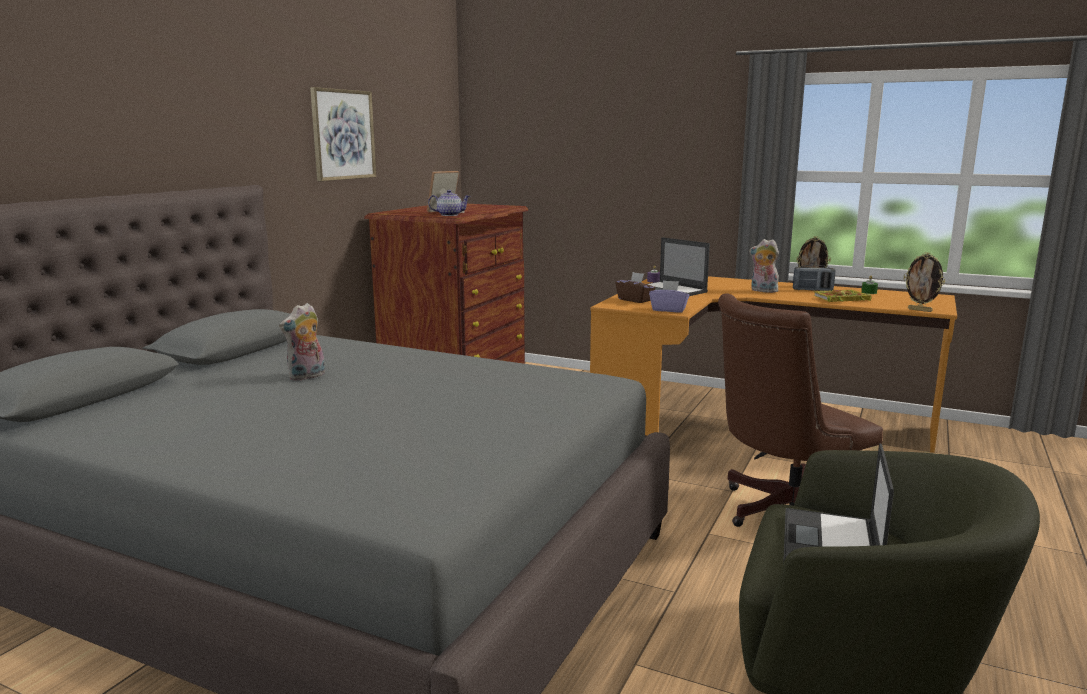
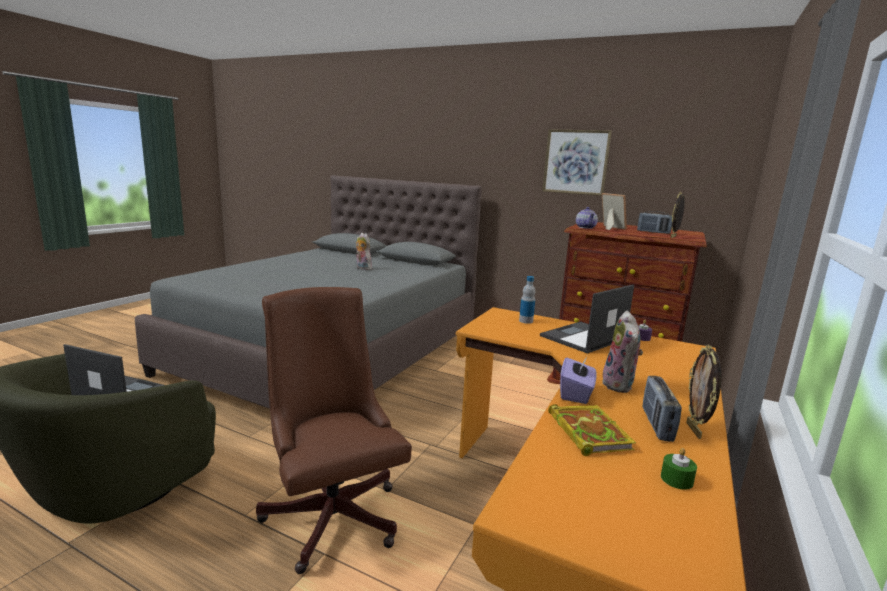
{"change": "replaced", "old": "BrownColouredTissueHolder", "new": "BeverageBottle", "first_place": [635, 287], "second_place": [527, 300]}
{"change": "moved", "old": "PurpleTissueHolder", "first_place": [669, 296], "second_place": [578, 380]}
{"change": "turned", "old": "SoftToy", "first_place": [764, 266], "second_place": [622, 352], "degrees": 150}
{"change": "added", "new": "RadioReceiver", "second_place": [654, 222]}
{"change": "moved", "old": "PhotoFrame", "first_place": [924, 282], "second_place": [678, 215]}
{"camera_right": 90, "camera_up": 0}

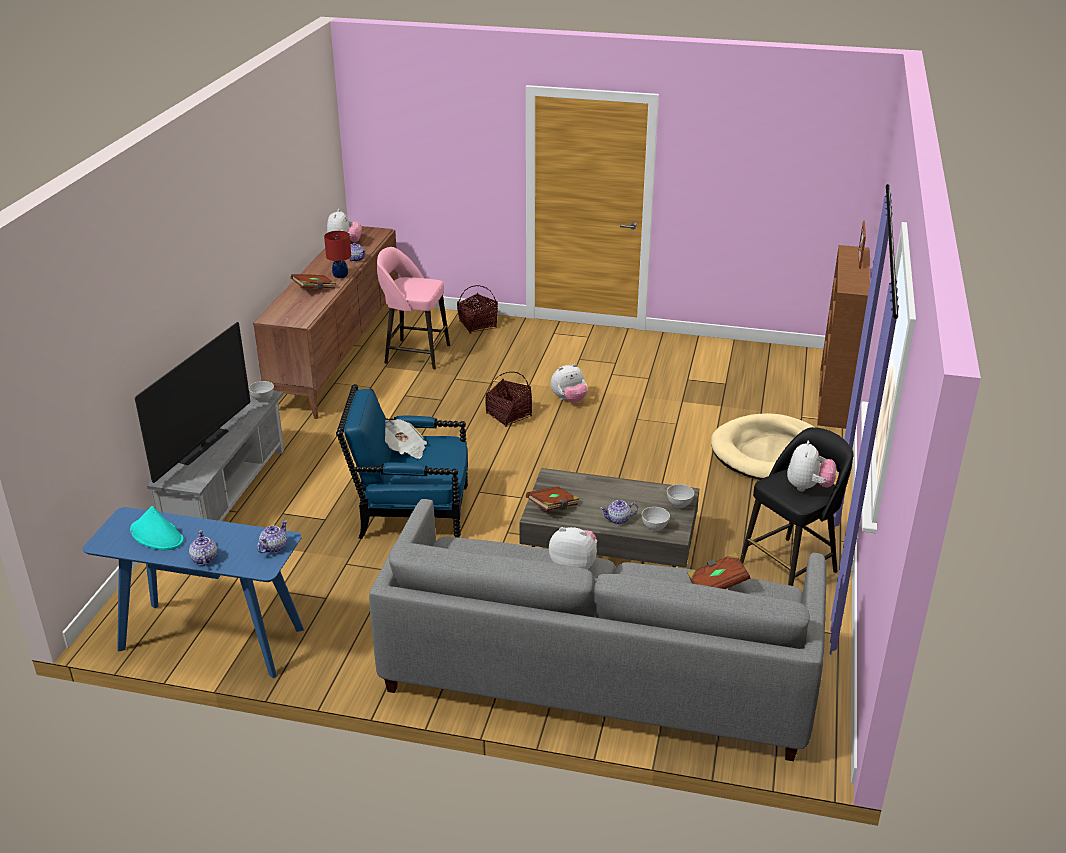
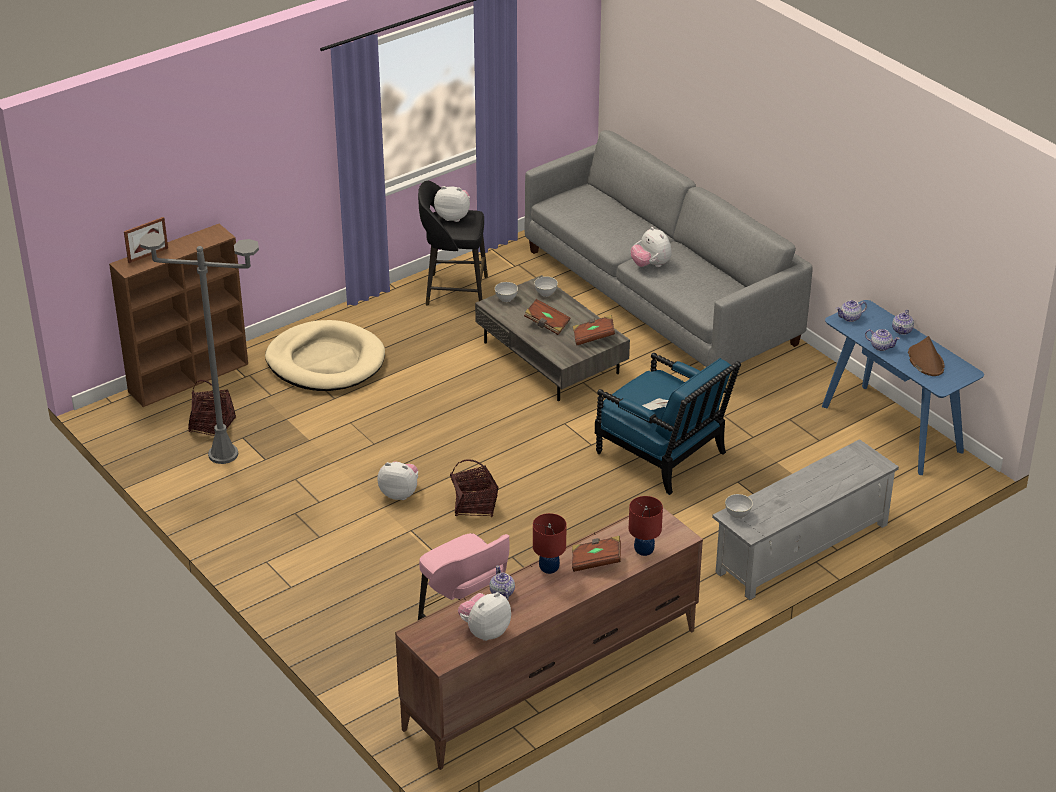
{"change": "added", "new": "GrayStandingLamp", "second_place": [199, 348]}
{"change": "moved", "old": "StorageBasket", "first_place": [477, 309], "second_place": [212, 408]}
{"change": "turned", "old": "SoftToy", "first_place": [811, 466], "second_place": [452, 204], "degrees": 45}
{"change": "moved", "old": "BrownColouredBoundBook", "first_place": [718, 570], "second_place": [547, 317]}
{"change": "added", "new": "RedColouredTabletopLamp", "second_place": [646, 526]}
{"change": "moved", "old": "Teapot", "first_place": [619, 512], "second_place": [882, 340]}
{"change": "recoloured", "old": "BlueGreenClothingHat", "new": "BrownColouredClothingHat", "first_place": [157, 528], "second_place": [926, 356]}
{"change": "removed", "old": "TvSet", "first_place": [192, 402]}
{"camera_right": -140, "camera_up": 5}

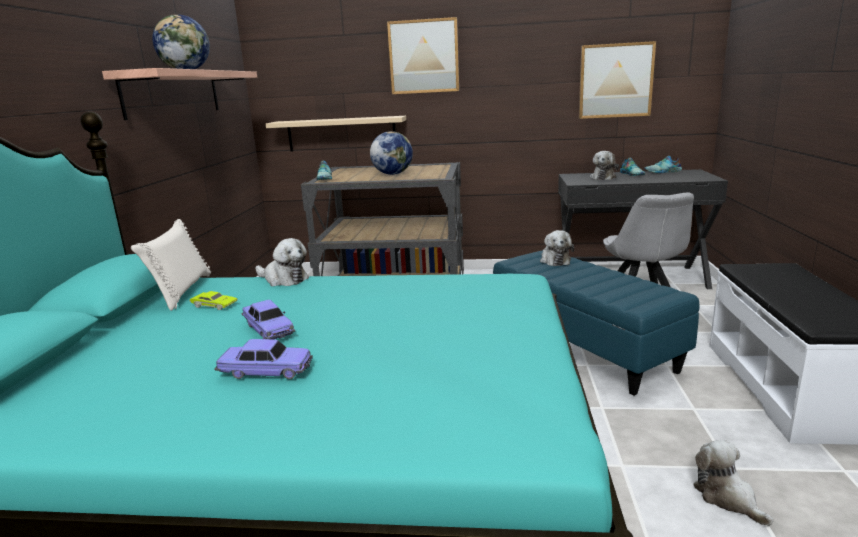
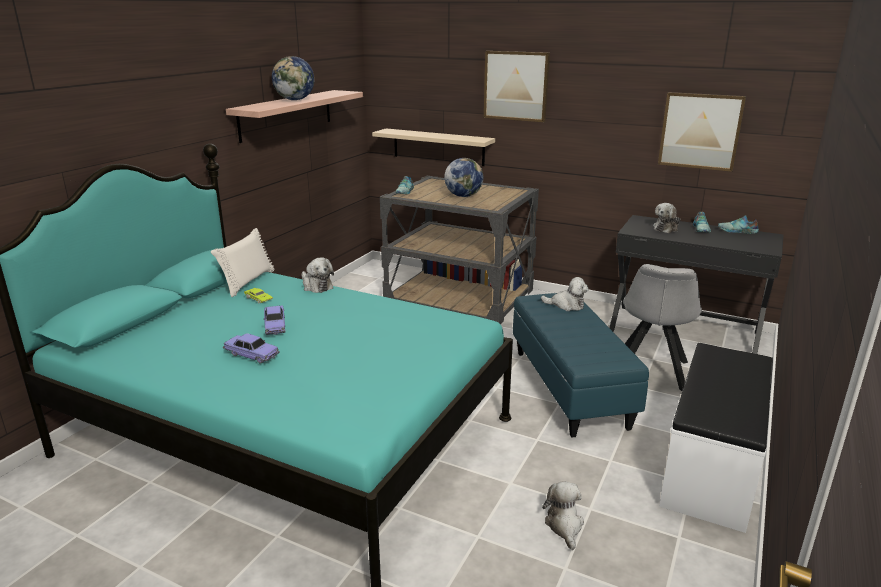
{"change": "turned", "old": "SoftToy", "first_place": [557, 248], "second_place": [565, 294], "degrees": -90}
{"camera_right": 20, "camera_up": 5}

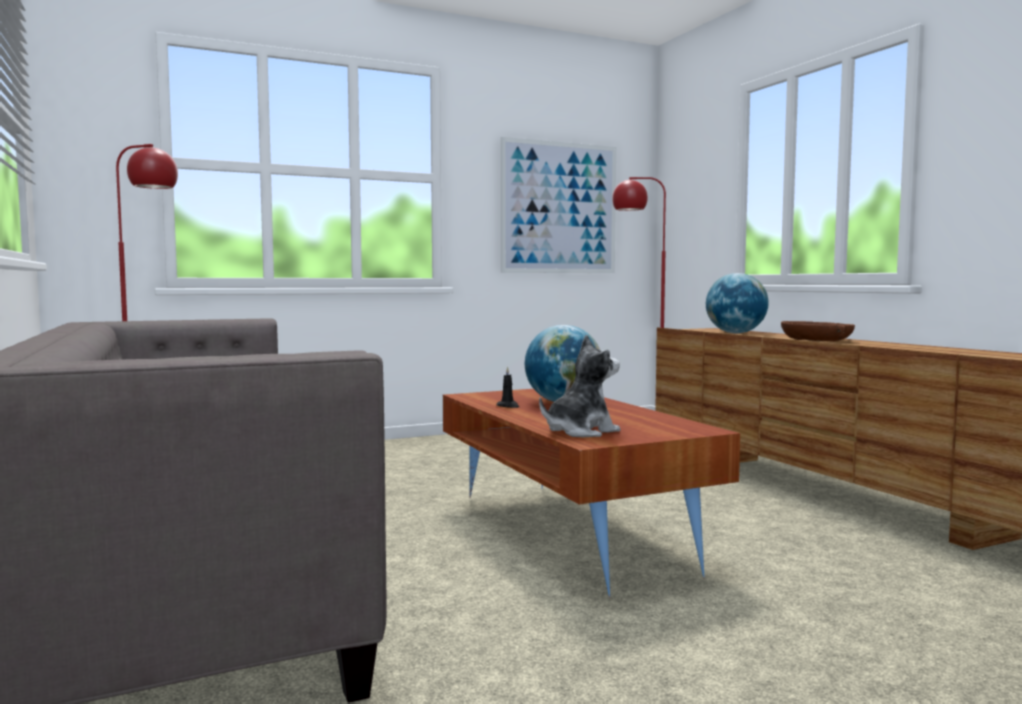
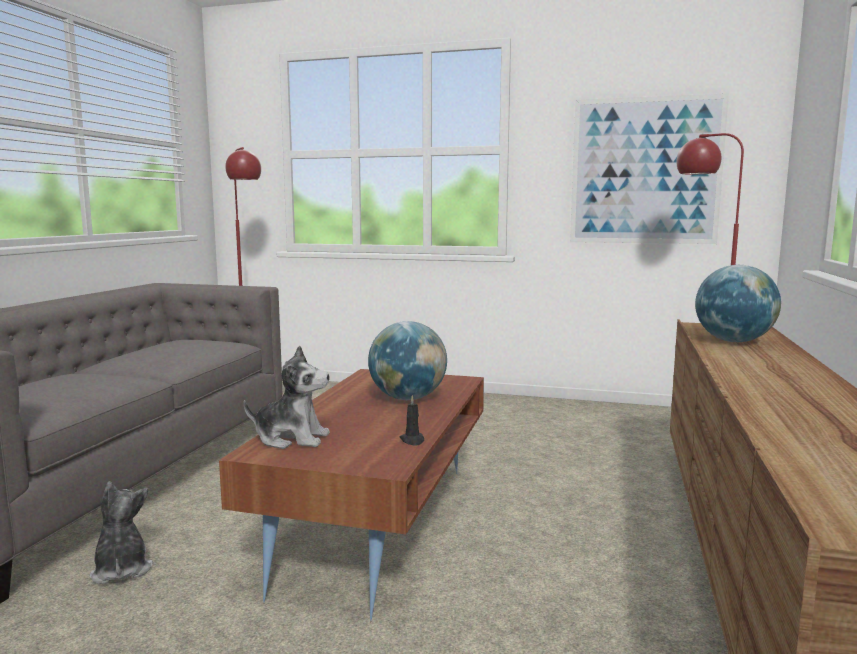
{"change": "added", "new": "SoftToy", "second_place": [121, 533]}
{"change": "moved", "old": "BlackWaxCandle", "first_place": [508, 387], "second_place": [412, 420]}
{"change": "removed", "old": "BrownColouredBowl", "first_place": [818, 331]}
{"camera_right": 40, "camera_up": 5}

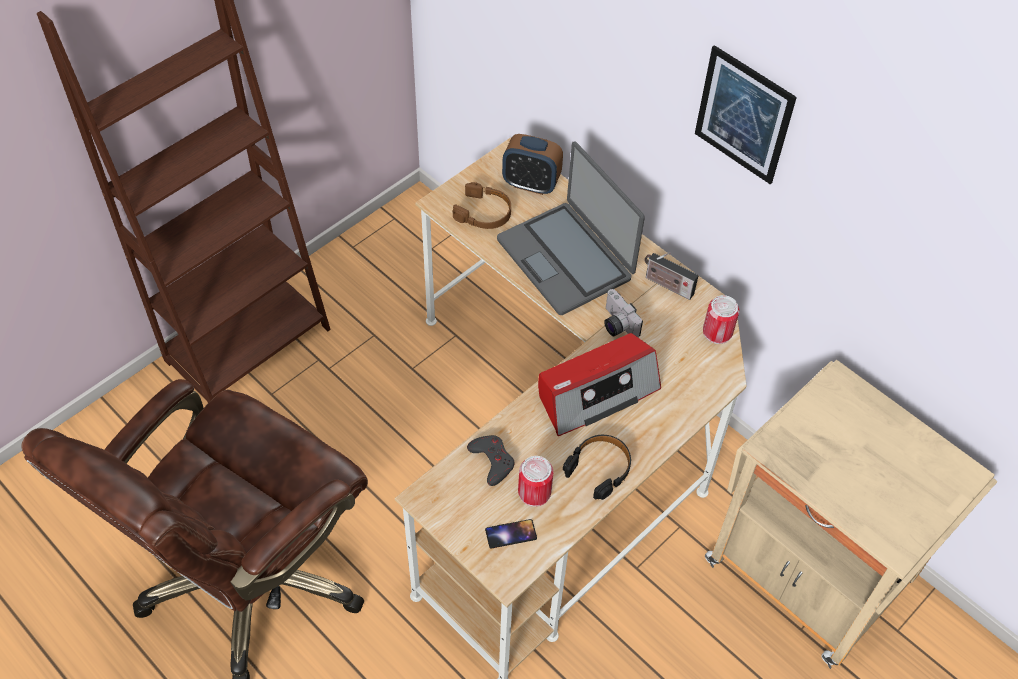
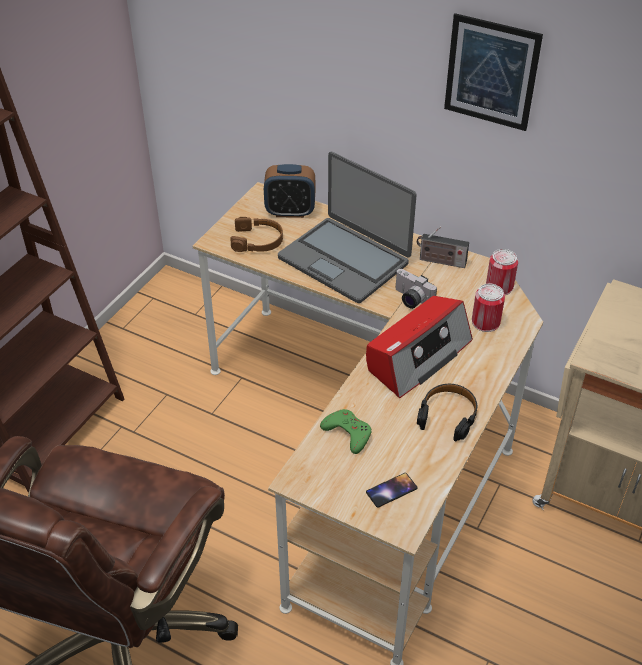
{"change": "recoloured", "old": "GrayJoypad", "new": "GreenishJoypad", "first_place": [491, 460], "second_place": [345, 431]}
{"change": "moved", "old": "Can", "first_place": [535, 481], "second_place": [488, 308]}
{"camera_right": -15, "camera_up": -10}

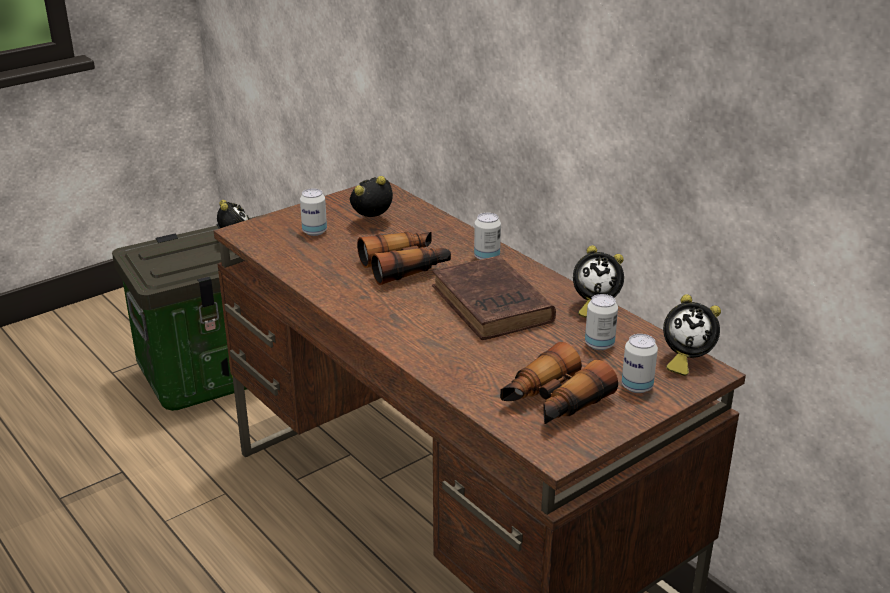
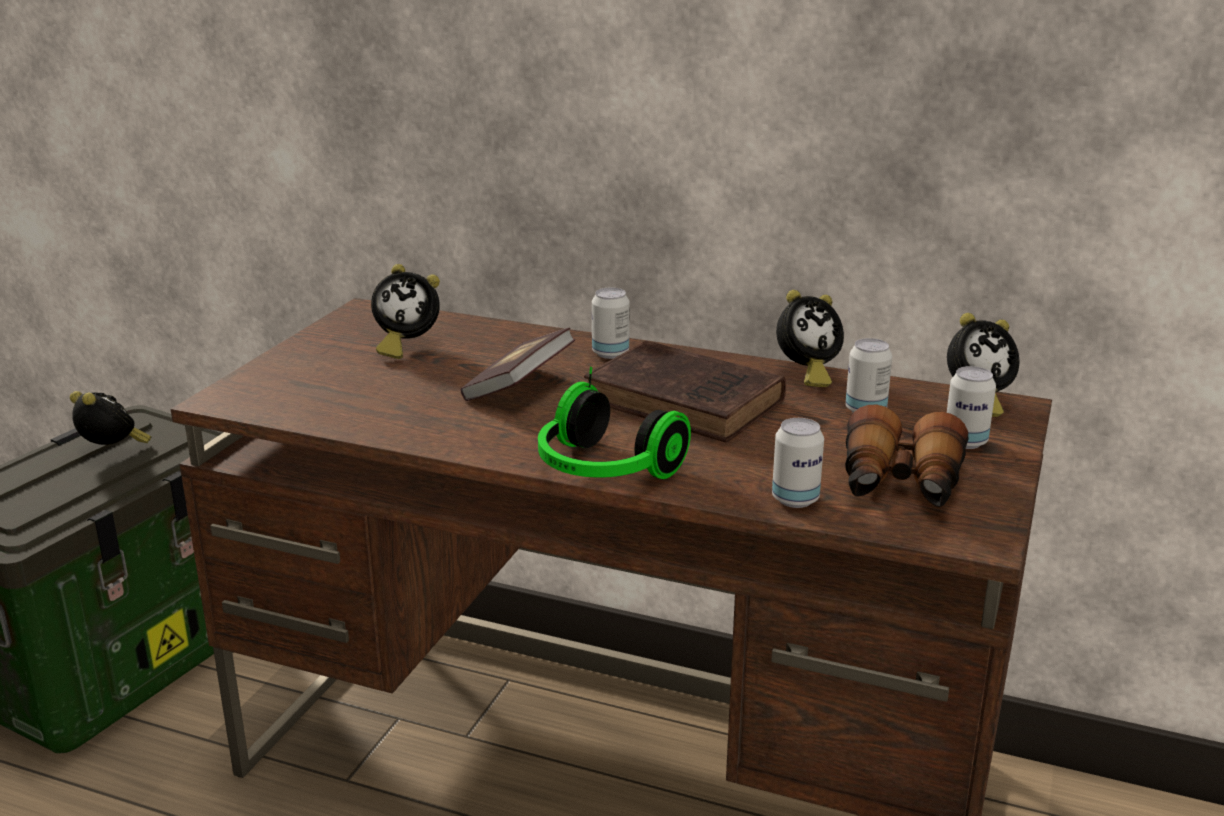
{"change": "turned", "old": "BedsideClock", "first_place": [371, 196], "second_place": [405, 311], "degrees": -120}
{"change": "replaced", "old": "PairOfBinoculars", "new": "BoundBook", "first_place": [404, 258], "second_place": [518, 364]}
{"change": "added", "new": "Headphones", "second_place": [614, 423]}
{"change": "moved", "old": "Can", "first_place": [313, 212], "second_place": [798, 463]}
{"camera_right": -30, "camera_up": -5}

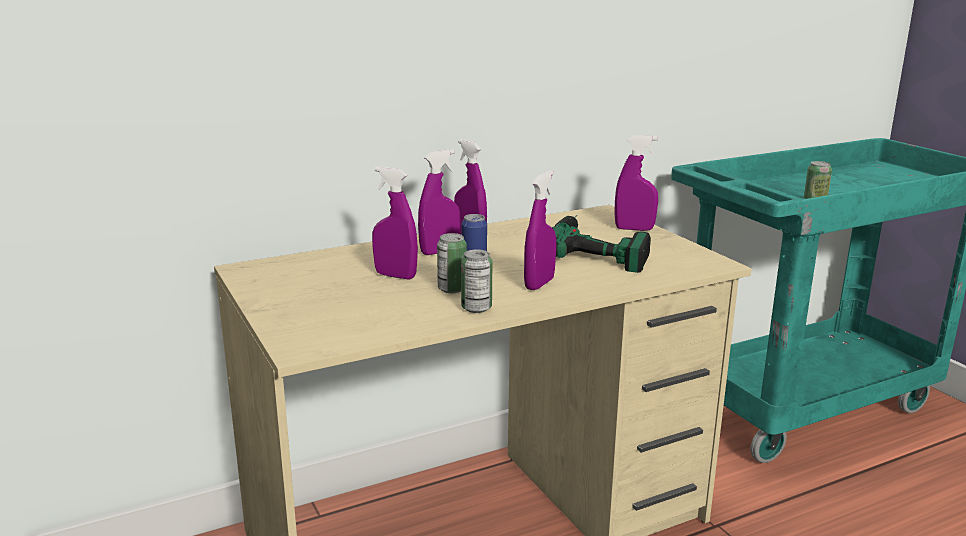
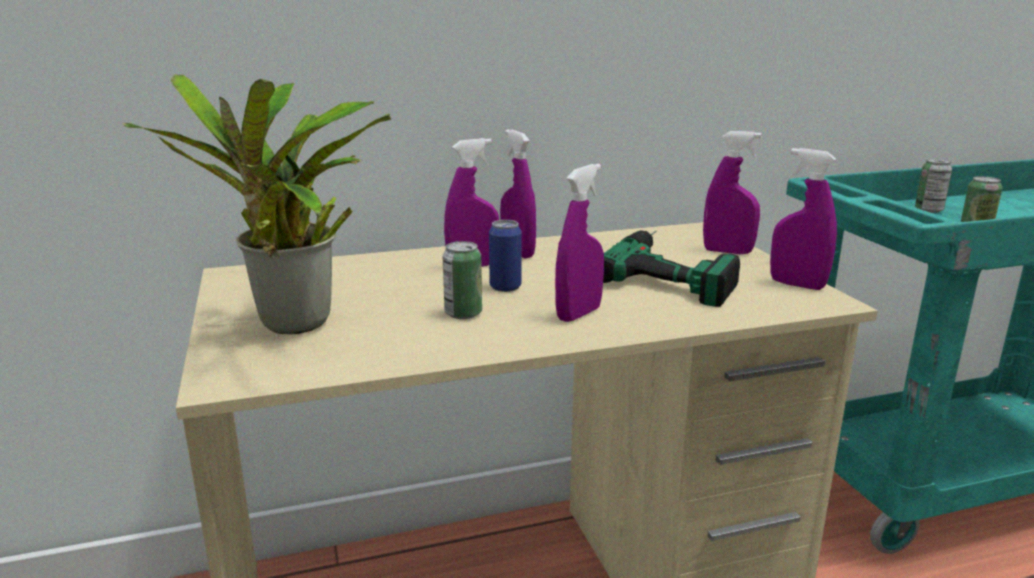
{"change": "added", "new": "Houseplant", "second_place": [257, 204]}
{"change": "moved", "old": "PurpleSprayBottle", "first_place": [395, 223], "second_place": [803, 219]}
{"change": "moved", "old": "Can", "first_place": [476, 281], "second_place": [933, 186]}
{"camera_right": 10, "camera_up": 0}

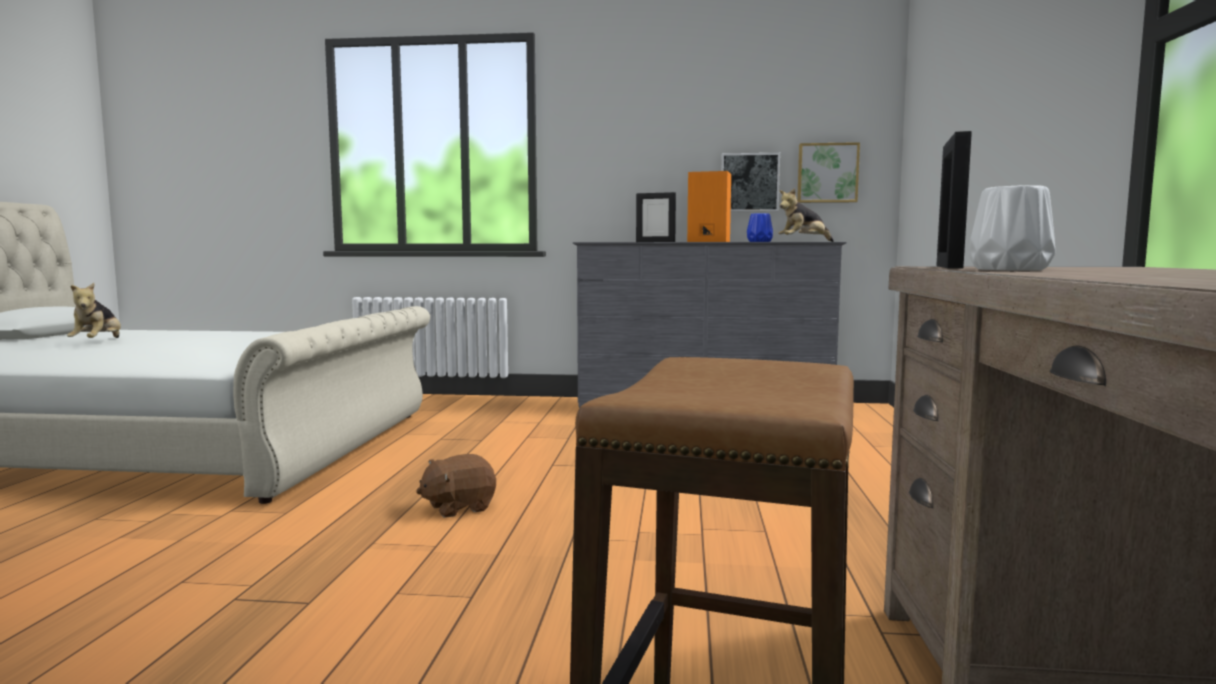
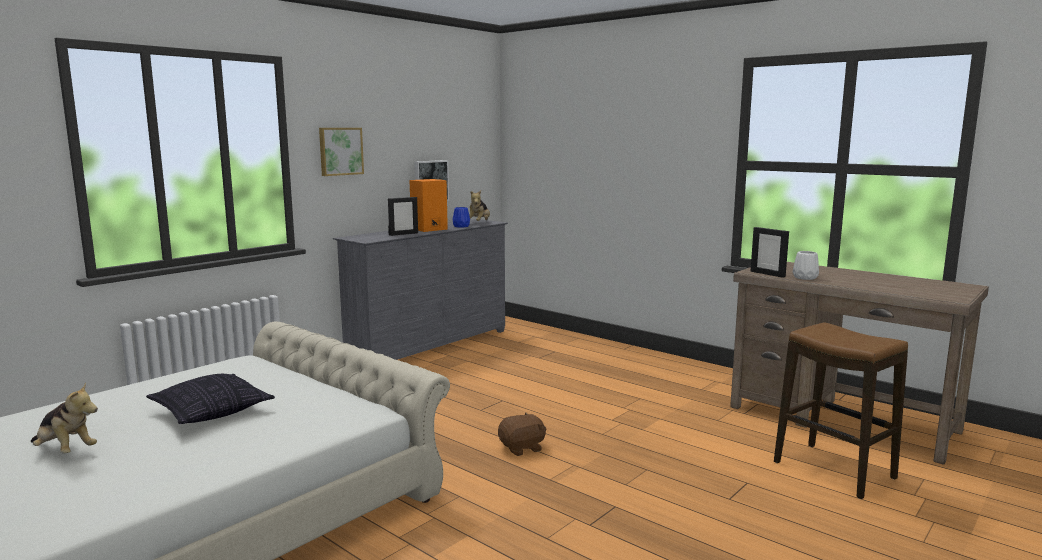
{"change": "added", "new": "ThrowPillow", "second_place": [210, 399]}
{"change": "moved", "old": "Picture", "first_place": [828, 172], "second_place": [341, 152]}
{"change": "turned", "old": "BrownColouredSoftToy", "first_place": [456, 486], "second_place": [522, 434], "degrees": -120}
{"camera_right": -55, "camera_up": 5}

